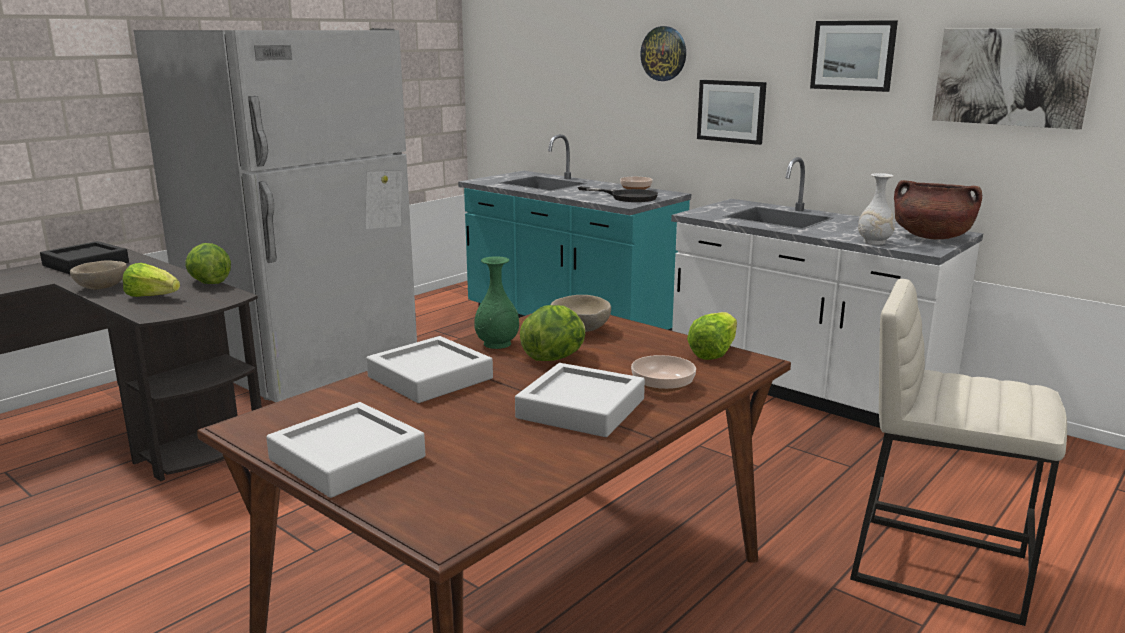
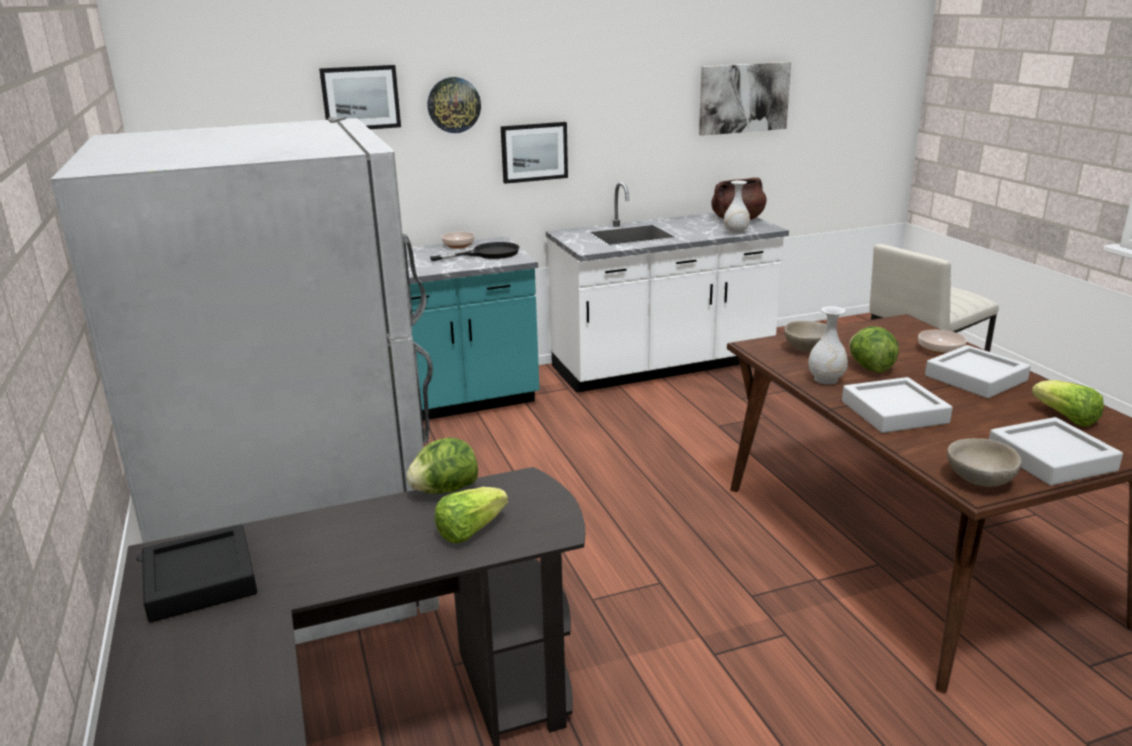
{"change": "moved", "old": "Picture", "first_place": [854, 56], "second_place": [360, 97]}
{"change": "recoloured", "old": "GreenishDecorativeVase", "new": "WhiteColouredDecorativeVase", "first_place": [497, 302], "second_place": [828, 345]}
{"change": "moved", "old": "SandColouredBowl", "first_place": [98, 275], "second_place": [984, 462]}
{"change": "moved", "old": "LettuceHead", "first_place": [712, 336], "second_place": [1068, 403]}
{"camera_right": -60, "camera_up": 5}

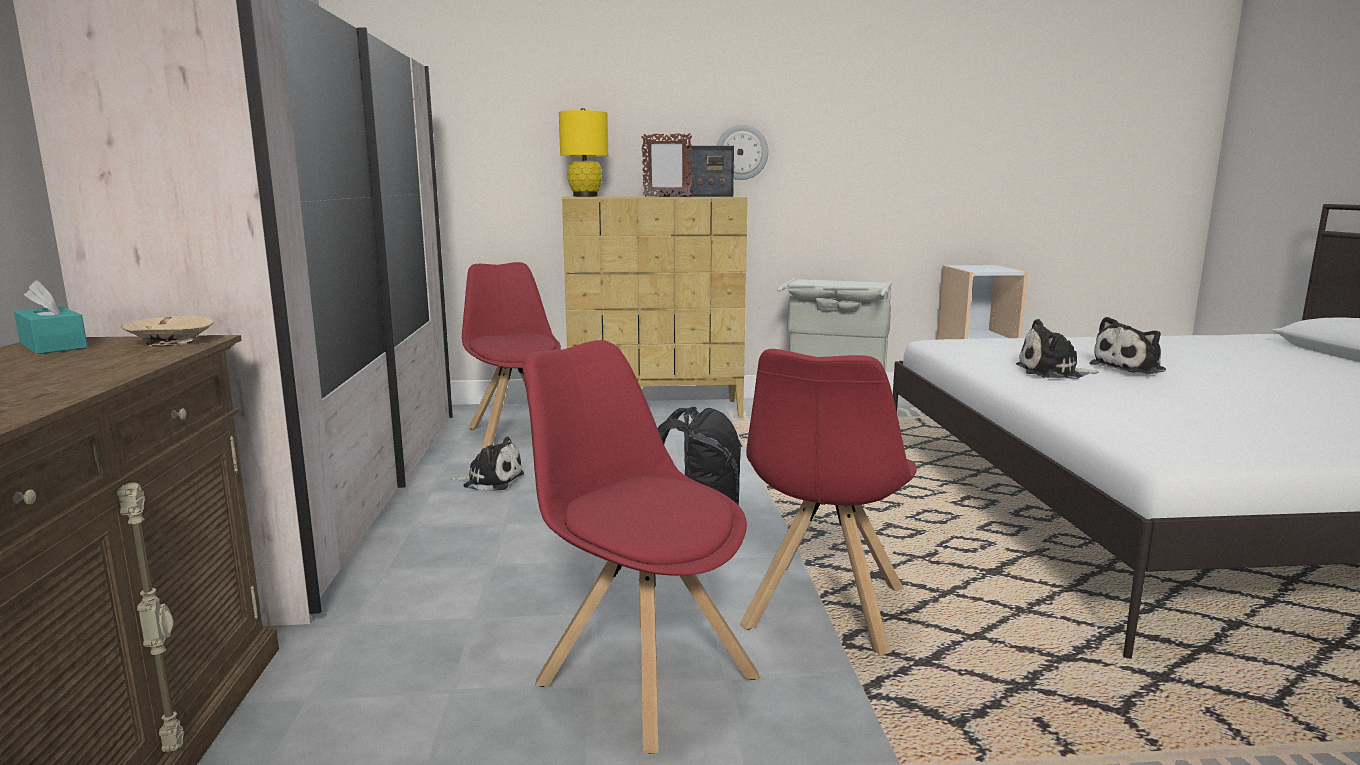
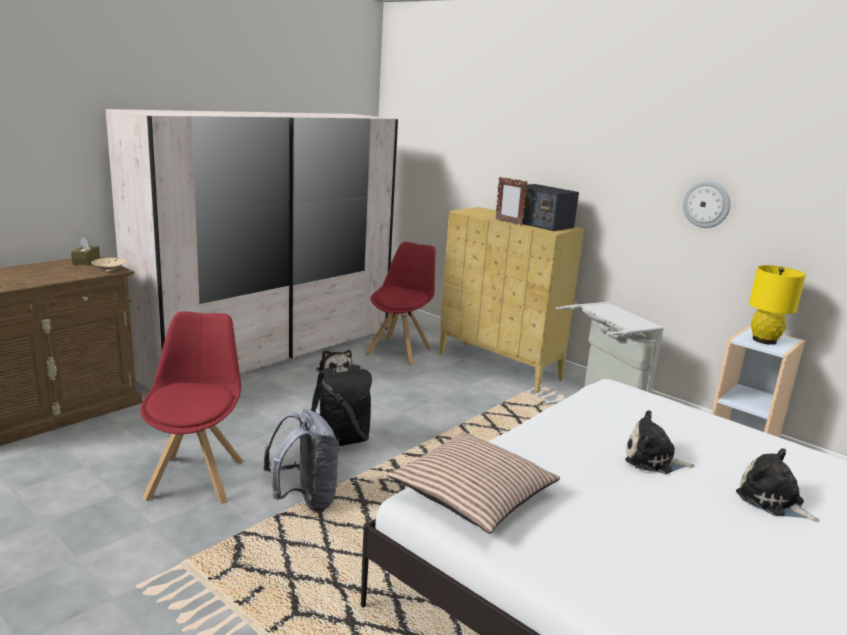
{"change": "recoloured", "old": "BlueGreenTissueHolder", "new": "BrownColouredTissueHolder", "first_place": [51, 317], "second_place": [85, 251]}
{"change": "replaced", "old": "RedColouredPlainChair", "new": "GrayBackpack", "first_place": [828, 502], "second_place": [301, 460]}
{"change": "added", "new": "ThrowPillow", "second_place": [473, 483]}
{"change": "moved", "old": "ClockOnTheWall", "first_place": [743, 152], "second_place": [706, 204]}
{"change": "moved", "old": "SoftToy", "first_place": [1057, 349], "second_place": [778, 485]}
{"change": "moved", "old": "YellowishTabletopLamp", "first_place": [583, 152], "second_place": [777, 305]}
{"camera_right": 45, "camera_up": 5}

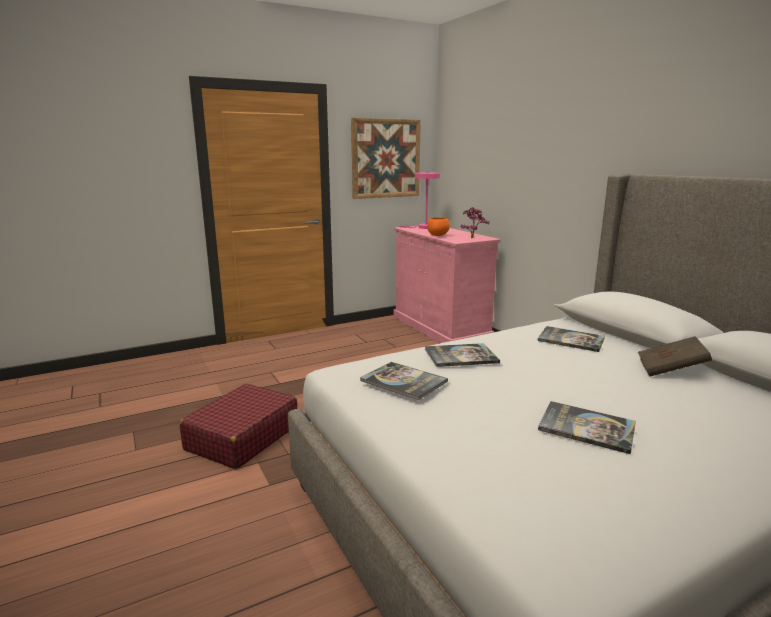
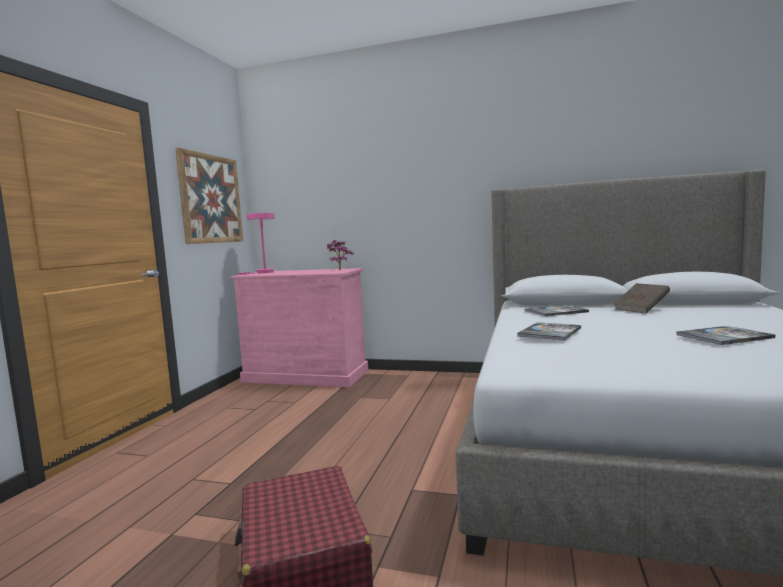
{"change": "removed", "old": "BoundBook", "first_place": [404, 381]}
{"change": "removed", "old": "OrangeyBowl", "first_place": [438, 226]}
{"camera_right": -45, "camera_up": -10}

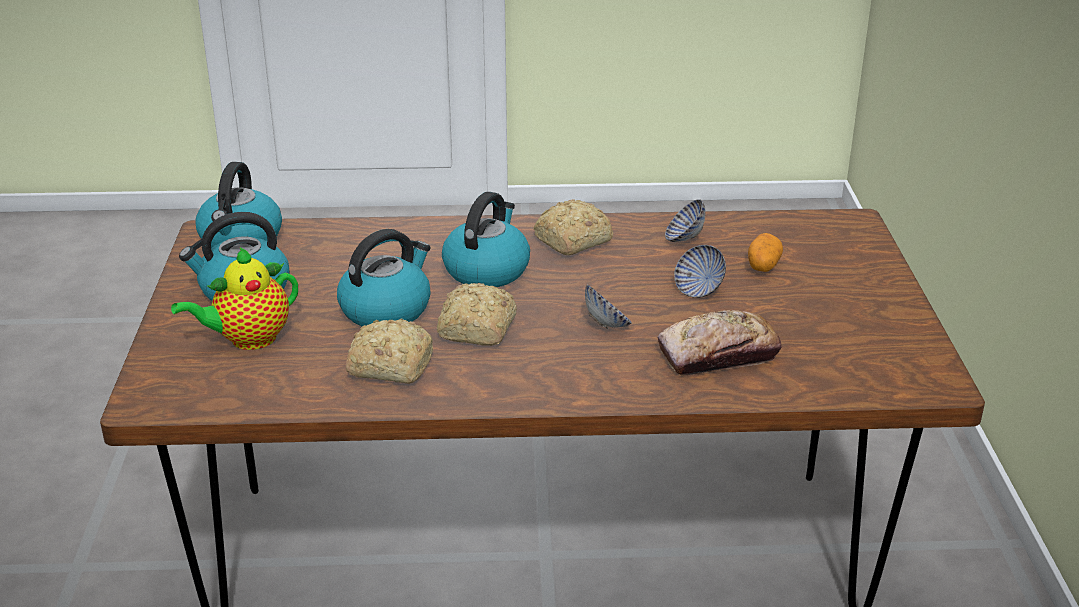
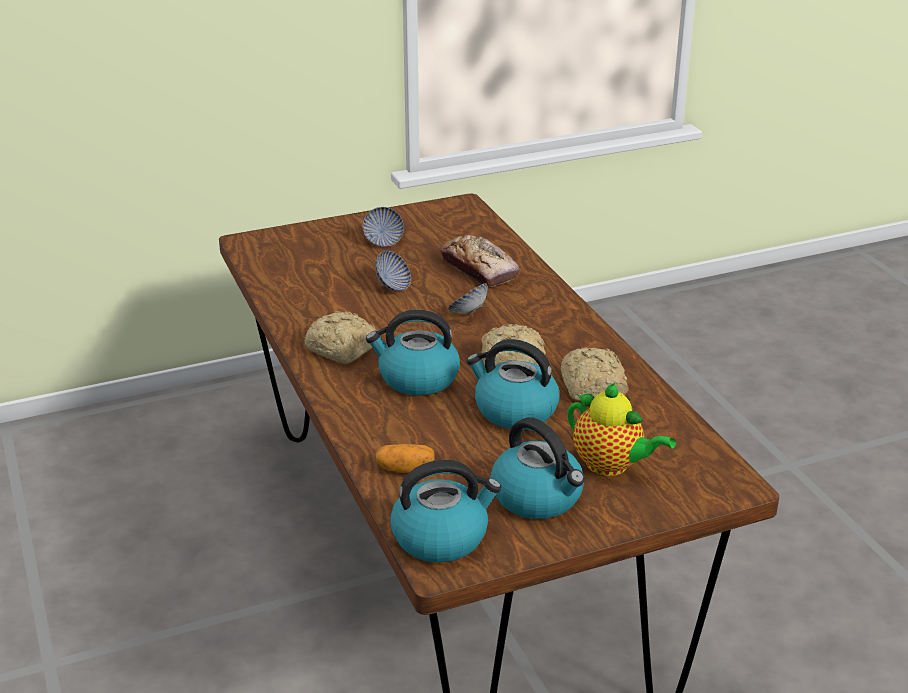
{"change": "moved", "old": "Bowl", "first_place": [685, 220], "second_place": [383, 227]}
{"change": "moved", "old": "Spud", "first_place": [765, 252], "second_place": [405, 458]}
{"camera_right": -110, "camera_up": 0}

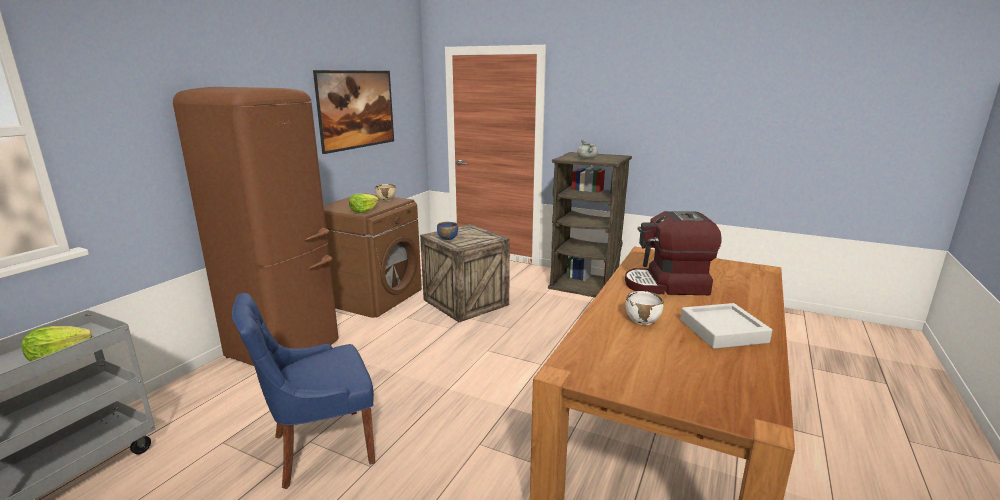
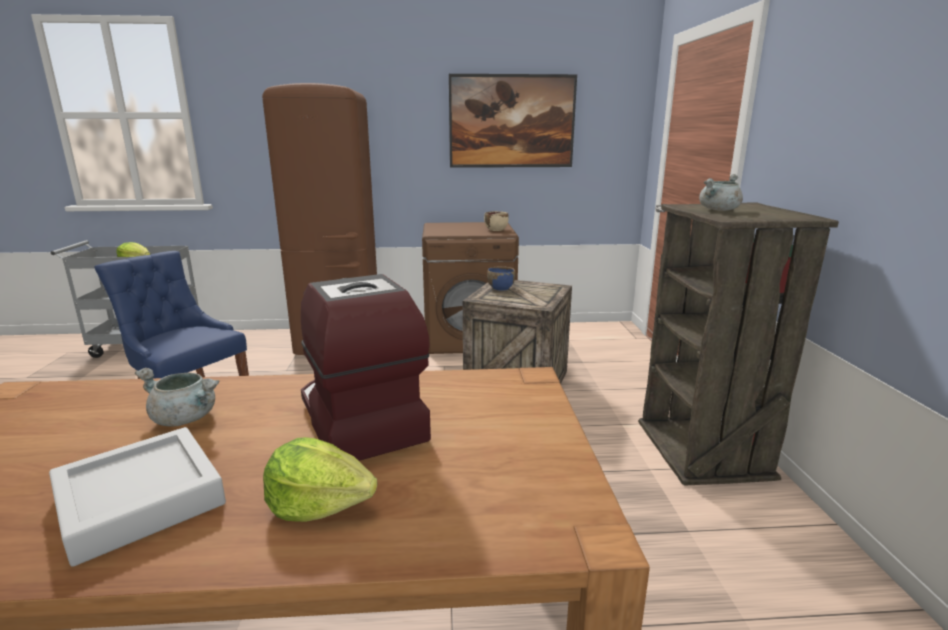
{"change": "replaced", "old": "WhiteColouredBowl", "new": "GrayCookingPot", "first_place": [644, 308], "second_place": [177, 397]}
{"change": "moved", "old": "LettuceHead", "first_place": [364, 203], "second_place": [320, 479]}
{"camera_right": 60, "camera_up": 0}

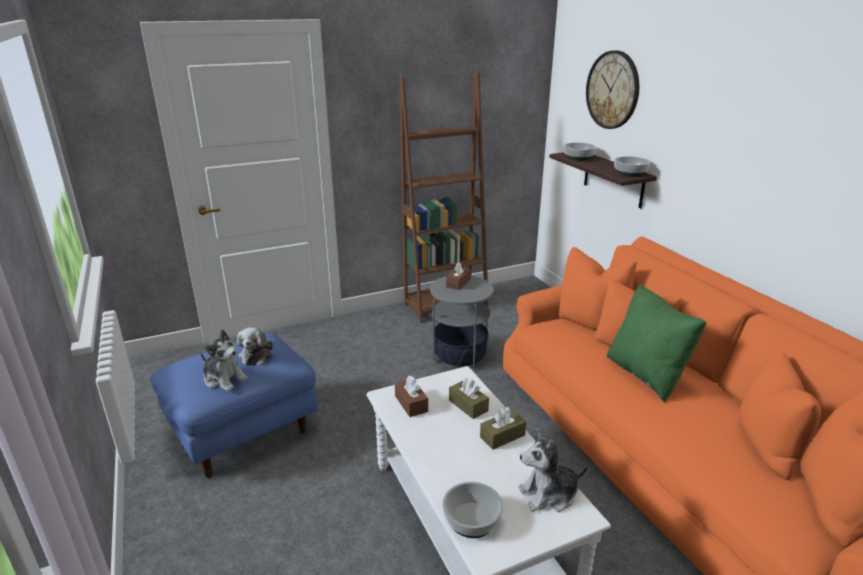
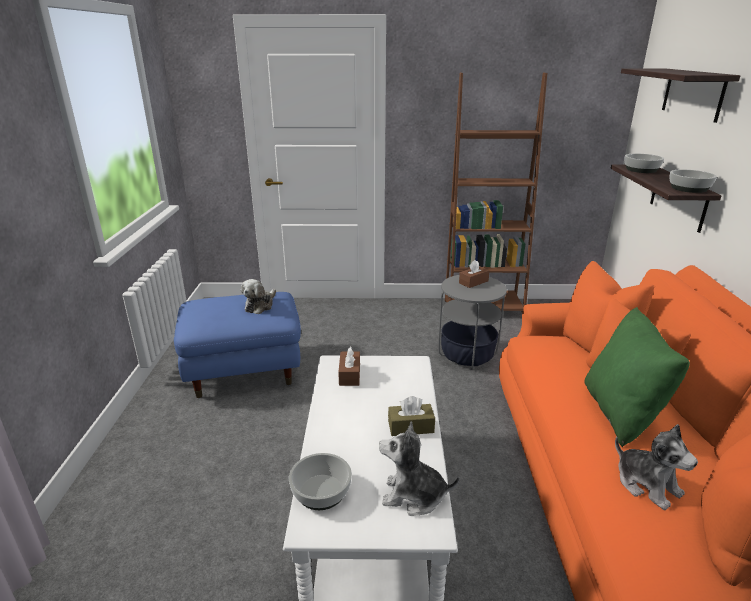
{"change": "moved", "old": "SoftToy", "first_place": [224, 360], "second_place": [656, 467]}
{"change": "replaced", "old": "ClockOnTheWall", "new": "BracketShelf", "first_place": [612, 89], "second_place": [680, 95]}
{"change": "removed", "old": "BrownColouredTissueHolder", "first_place": [469, 398]}
{"camera_right": 25, "camera_up": 0}

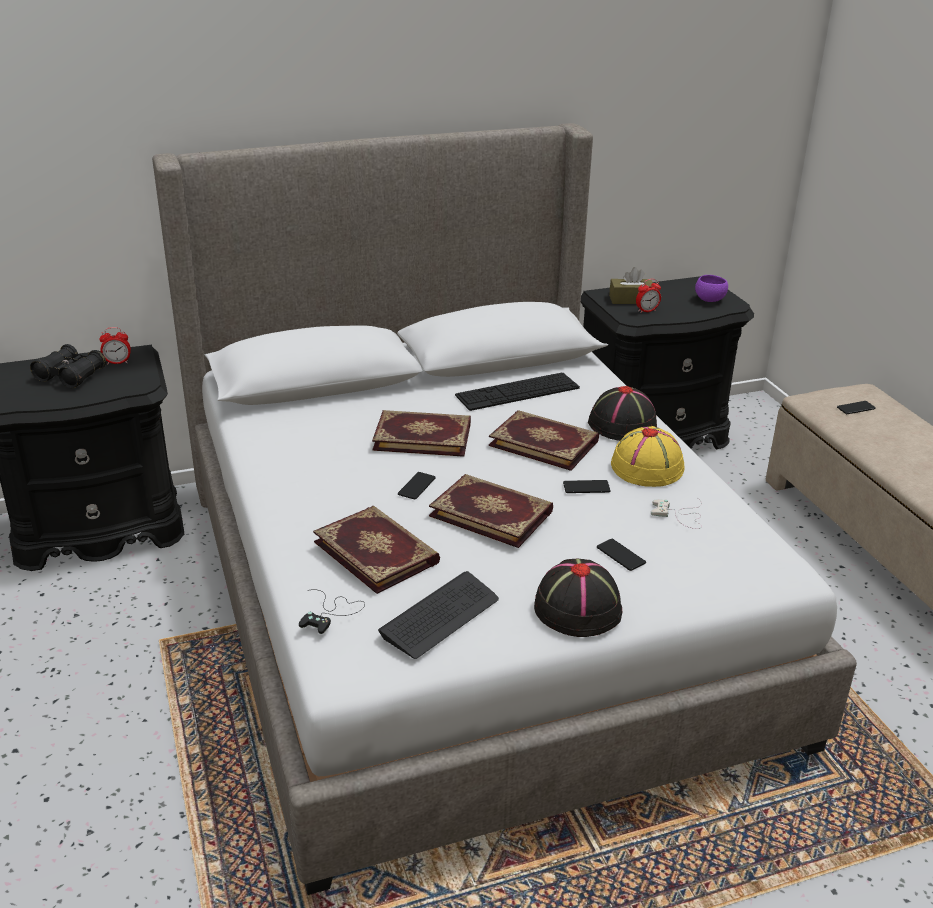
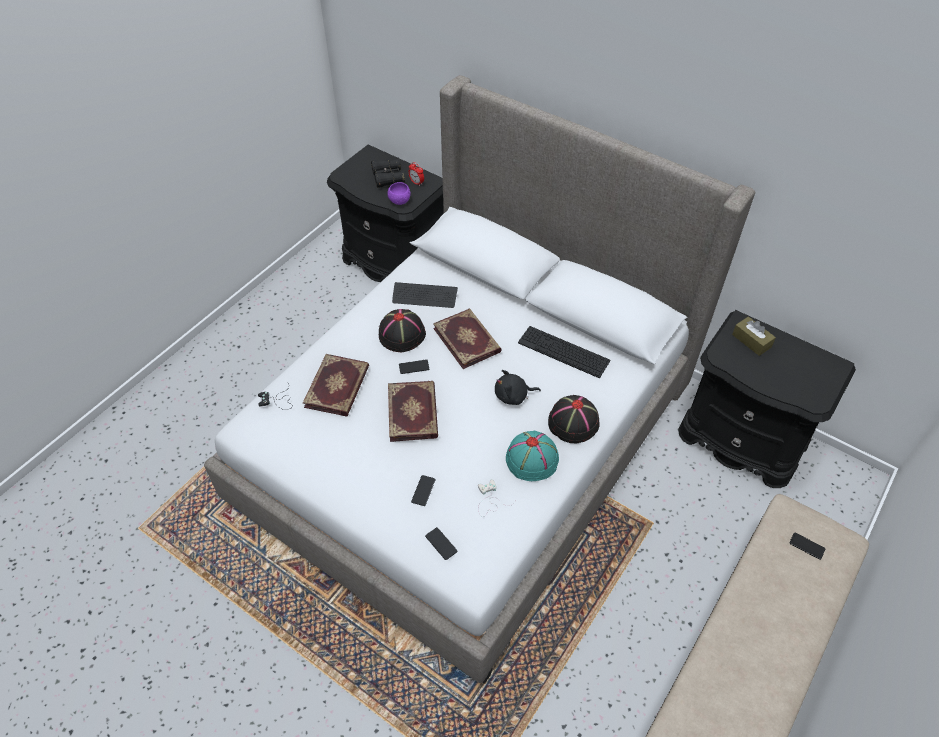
{"change": "moved", "old": "BlackClothingHat", "first_place": [578, 598], "second_place": [402, 330]}
{"change": "moved", "old": "PurpleBowl", "first_place": [711, 288], "second_place": [399, 193]}
{"change": "moved", "old": "PcKeyboard", "first_place": [438, 615], "second_place": [425, 295]}
{"change": "moved", "old": "Telephone", "first_place": [587, 486], "second_place": [441, 543]}
{"change": "replaced", "old": "BoundBook", "new": "BlackSoftToy", "first_place": [543, 440], "second_place": [518, 387]}
{"change": "recoloured", "old": "YellowishClothingHat", "new": "BlueGreenClothingHat", "first_place": [647, 456], "second_place": [532, 456]}
{"change": "removed", "old": "BedsideClock", "first_place": [648, 296]}
{"camera_right": 55, "camera_up": 20}

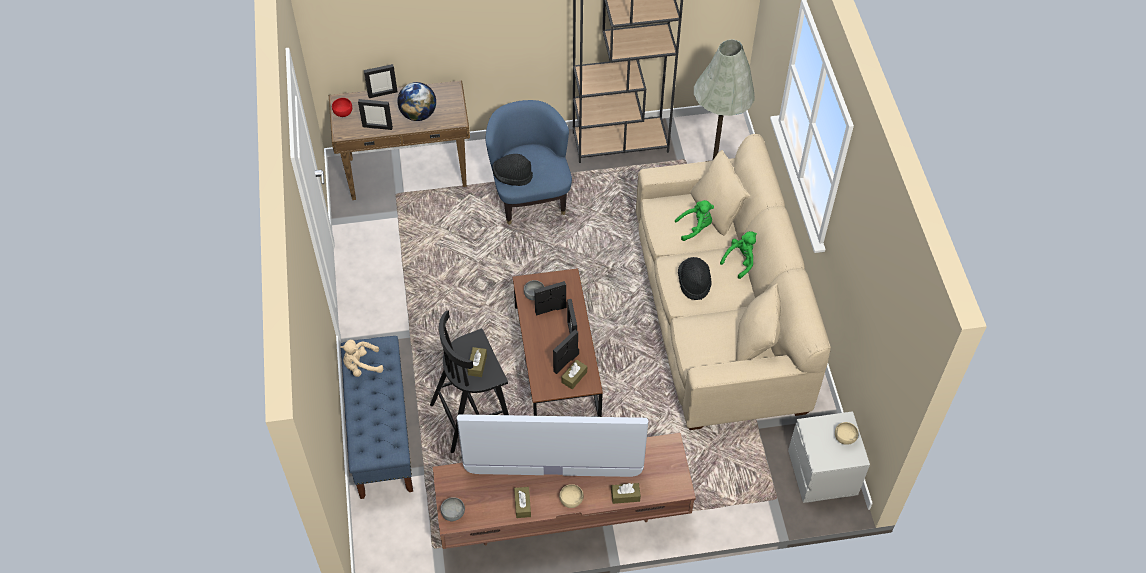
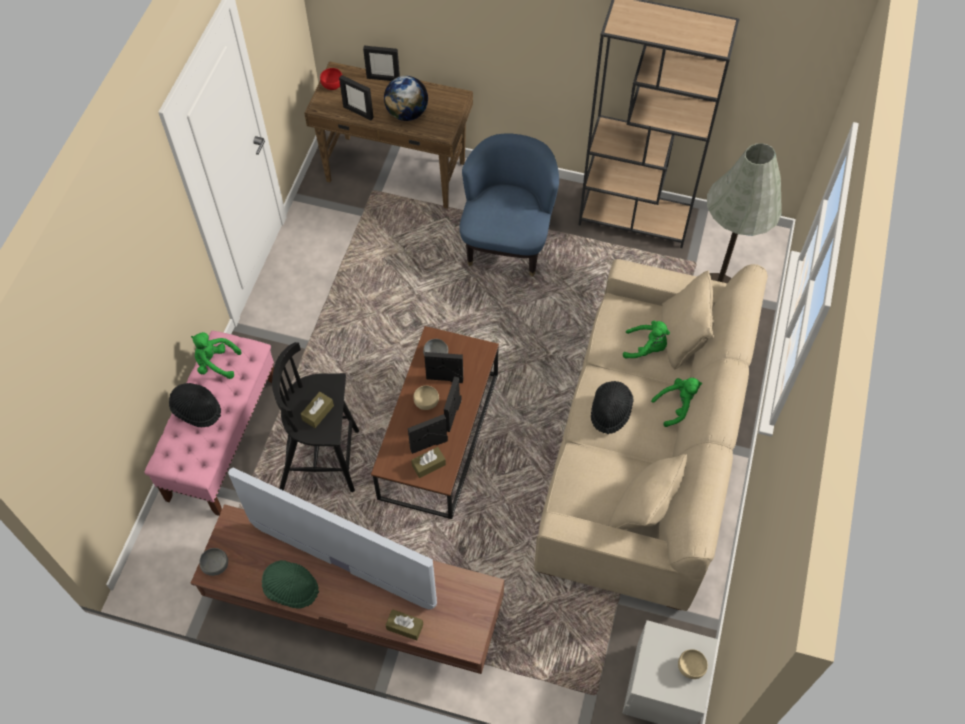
{"change": "recoloured", "old": "BluishBench", "new": "PinkBench", "first_place": [377, 417], "second_place": [209, 423]}
{"change": "moved", "old": "BlackClothingHat", "first_place": [513, 170], "second_place": [195, 405]}
{"change": "recoloured", "old": "SandColouredSoftToy", "new": "GreenishSoftToy", "first_place": [362, 358], "second_place": [216, 355]}
{"change": "replaced", "old": "BrownColouredTissueHolder", "new": "GreenishClothingHat", "first_place": [522, 502], "second_place": [290, 584]}
{"change": "moved", "old": "SandColouredBowl", "first_place": [571, 496], "second_place": [426, 397]}
{"camera_right": 25, "camera_up": 5}

